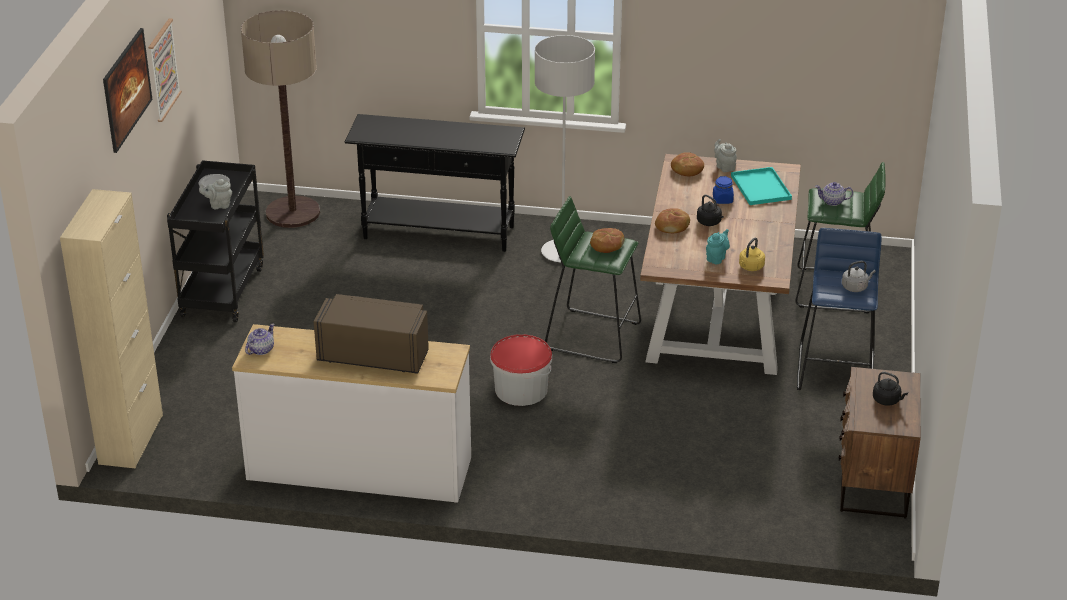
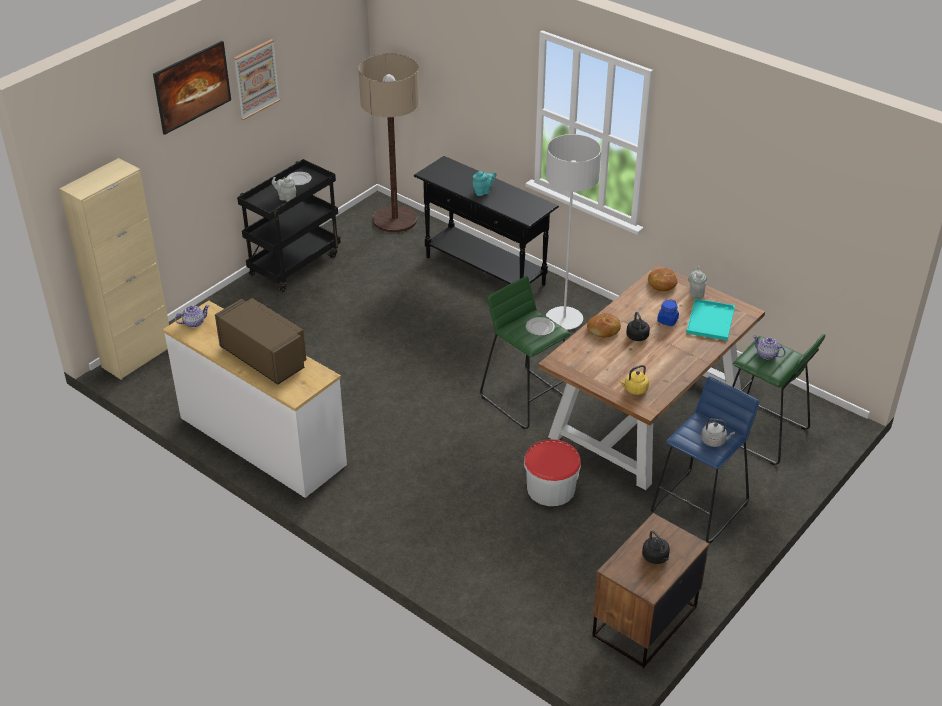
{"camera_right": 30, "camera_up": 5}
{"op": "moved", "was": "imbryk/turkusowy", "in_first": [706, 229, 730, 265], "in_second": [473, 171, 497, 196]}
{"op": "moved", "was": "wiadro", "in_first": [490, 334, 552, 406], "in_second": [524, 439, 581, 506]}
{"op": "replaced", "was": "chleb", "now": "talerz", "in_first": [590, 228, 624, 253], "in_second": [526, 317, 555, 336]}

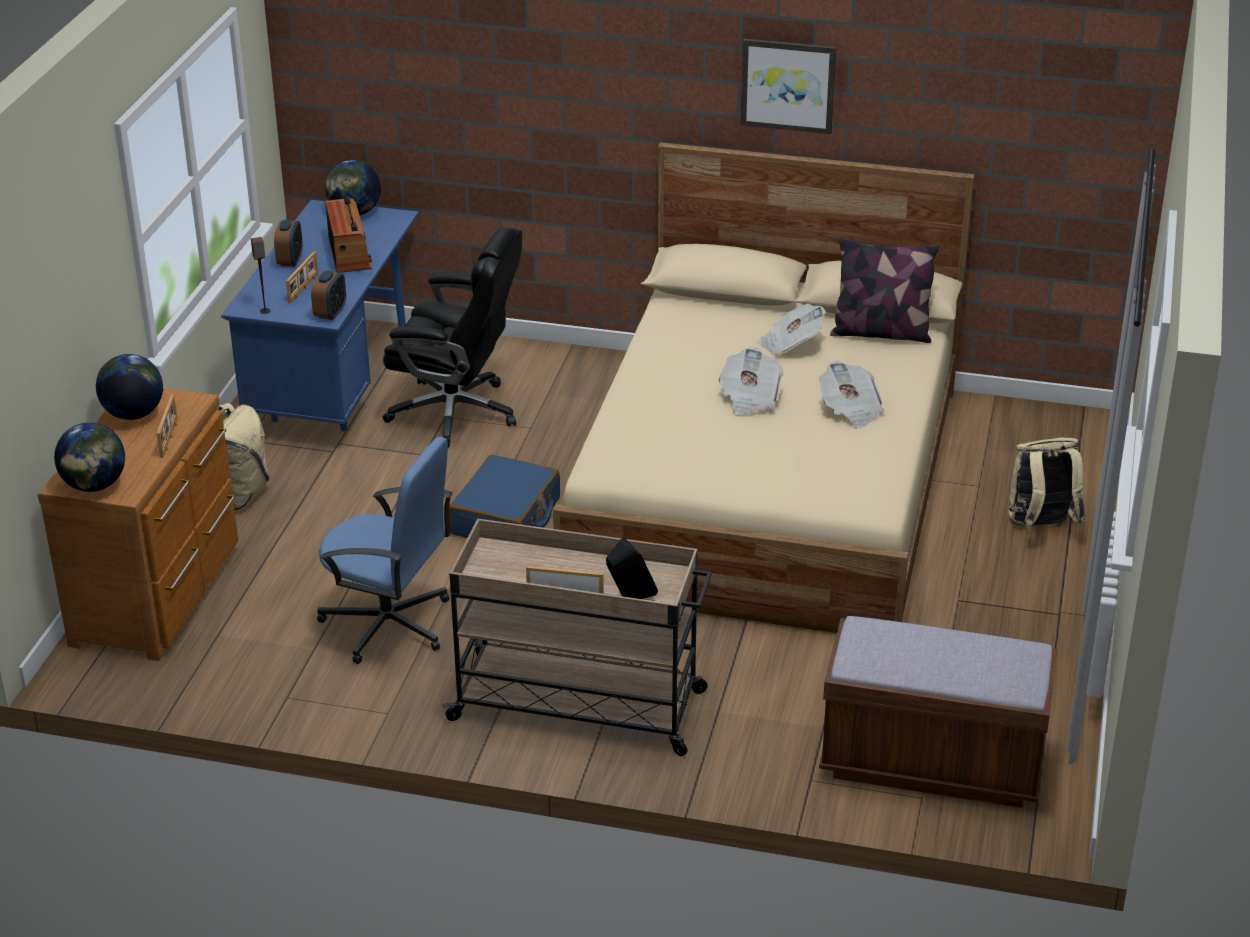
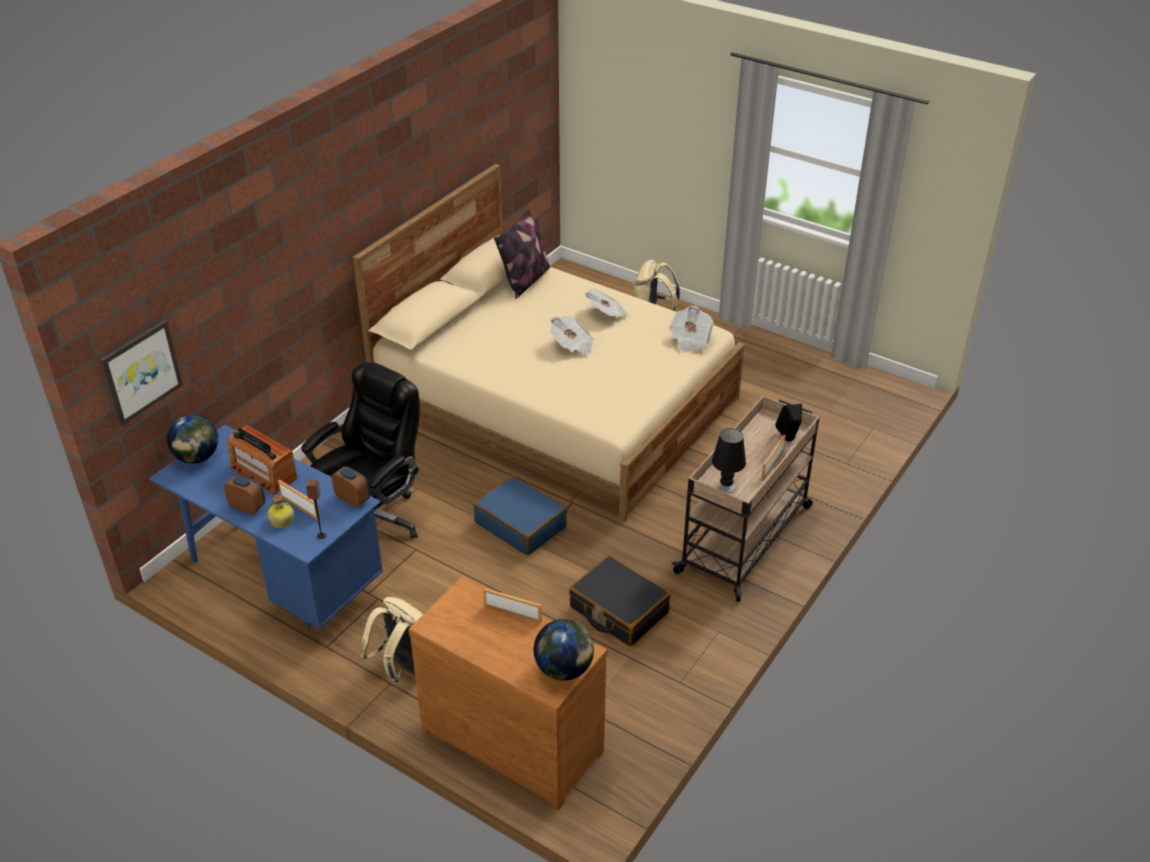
{"camera_right": -70, "camera_up": 5}
{"op": "moved", "was": "obraz", "in_first": [741, 39, 836, 134], "in_second": [100, 320, 183, 426]}
{"op": "turned", "was": "radio", "in_first": [325, 192, 372, 273], "in_second": [227, 425, 297, 494], "clockwise": -150}
{"op": "added", "now": "butelka", "in_second": [267, 495, 294, 528]}
{"op": "replaced", "was": "krzesło biurowe/niebieski", "now": "walizka/czarny", "in_first": [317, 437, 452, 664], "in_second": [569, 555, 670, 647]}
{"op": "moved", "was": "gazeta", "in_first": [757, 303, 826, 355], "in_second": [670, 306, 714, 353]}
{"op": "added", "now": "lampa stołowa/czarny", "in_second": [712, 428, 746, 494]}
{"op": "removed", "was": "globus", "in_first": [96, 354, 164, 420]}
{"op": "removed", "was": "ławka/brązowy", "in_first": [819, 616, 1057, 808]}

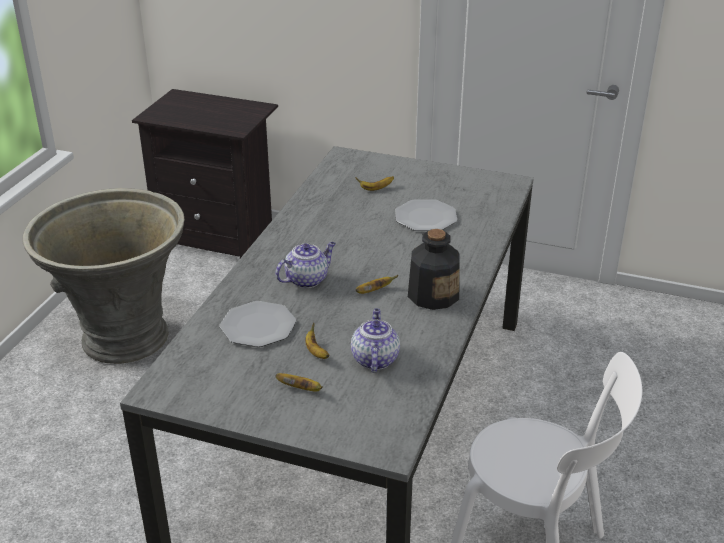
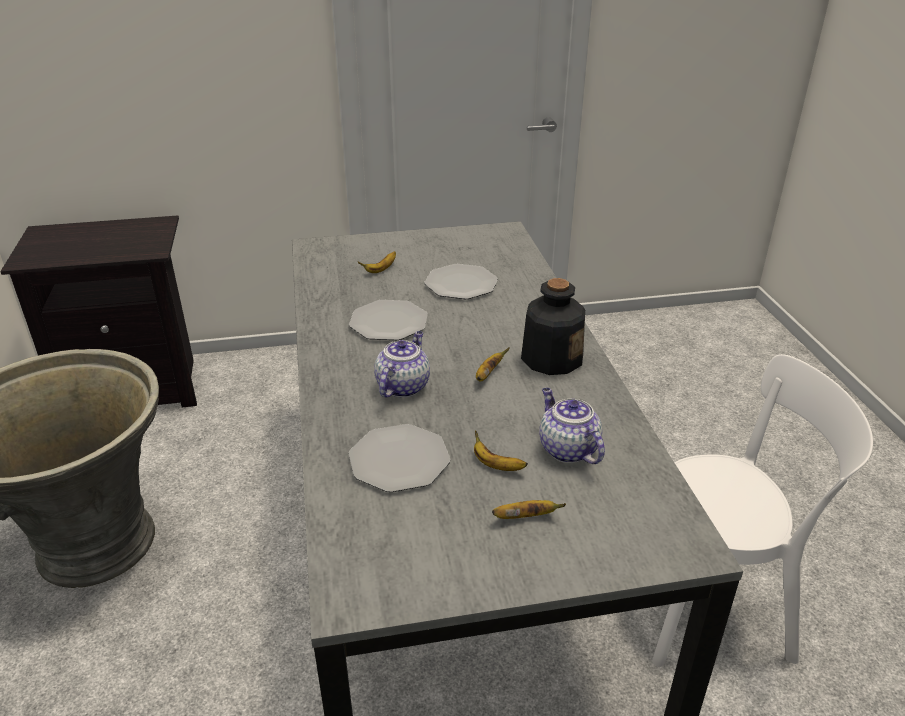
{"camera_right": -30, "camera_up": 0}
{"op": "added", "now": "talerz", "in_second": [349, 300, 428, 340]}

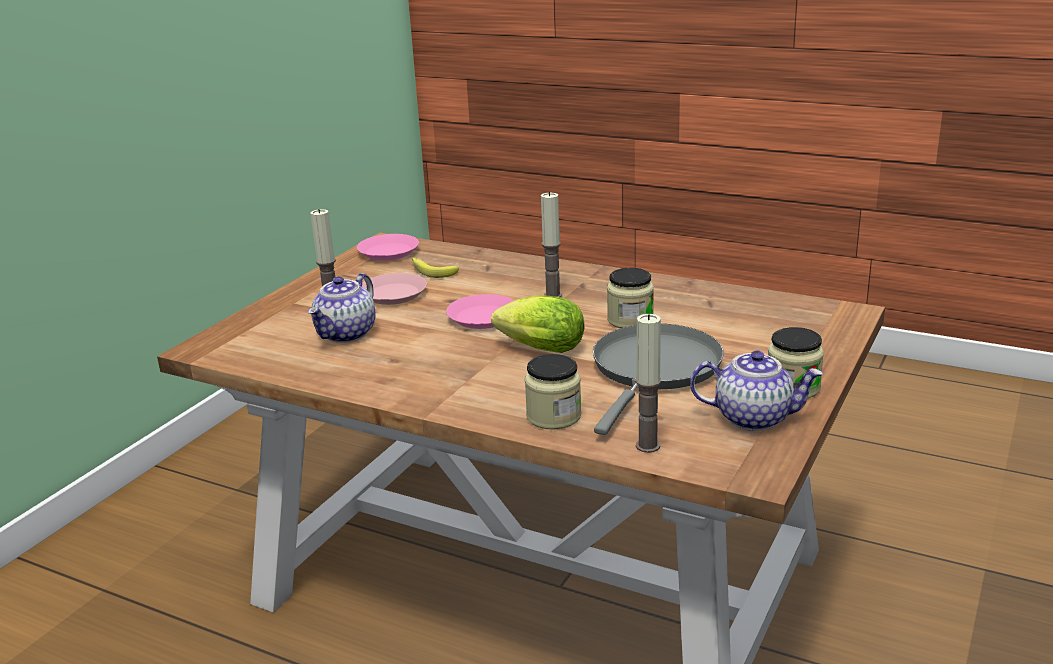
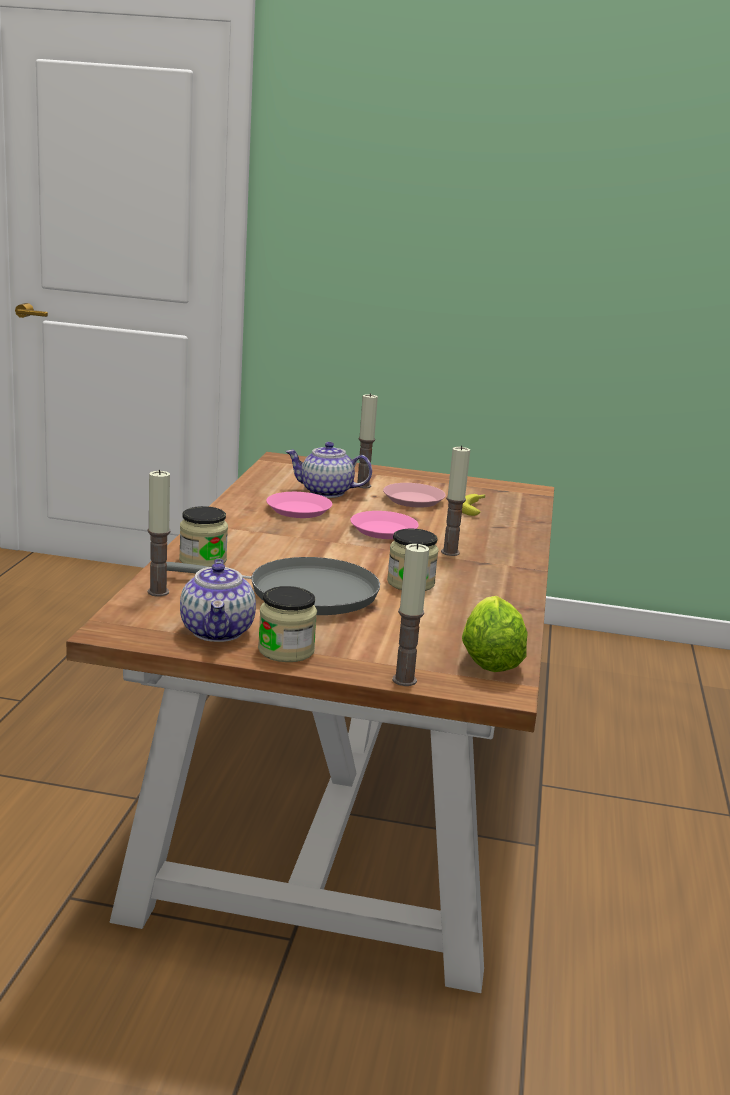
{"camera_right": 70, "camera_up": -5}
{"op": "moved", "was": "talerz/różowy", "in_first": [357, 234, 419, 261], "in_second": [266, 492, 332, 518]}
{"op": "added", "now": "świeca", "in_second": [392, 543, 429, 686]}
{"op": "moved", "was": "sałata", "in_first": [491, 295, 584, 353], "in_second": [462, 596, 528, 672]}

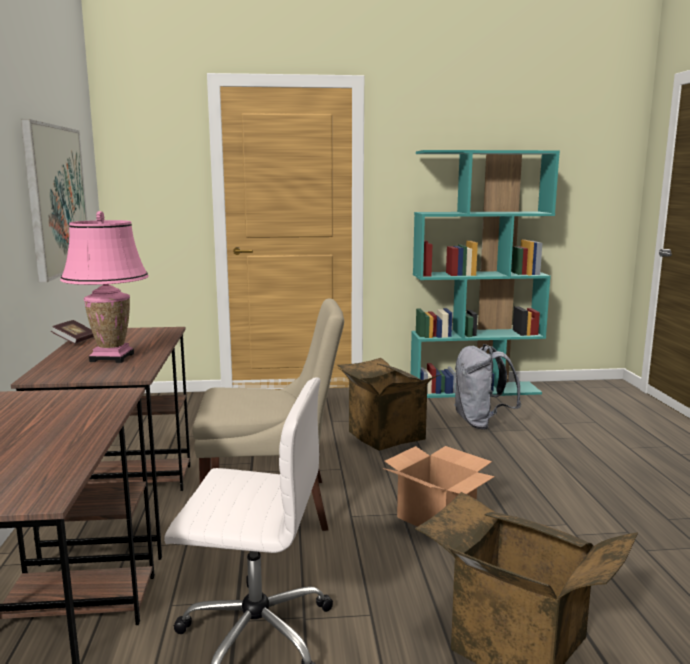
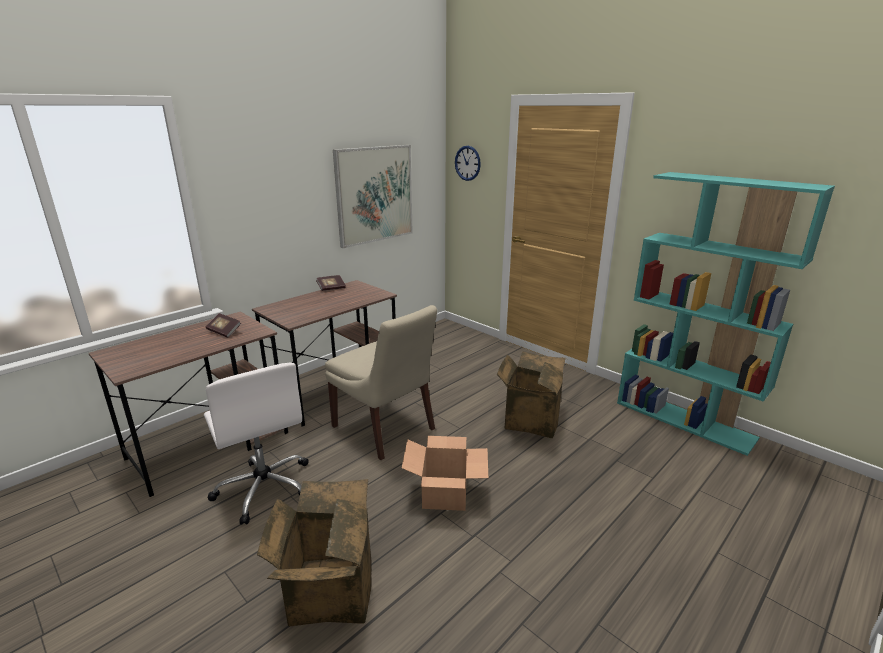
{"camera_right": 50, "camera_up": 10}
{"op": "added", "now": "książka", "in_second": [206, 313, 241, 338]}
{"op": "added", "now": "zegar ścienny", "in_second": [455, 146, 481, 181]}
{"op": "removed", "was": "lampa stołowa/różowy", "in_first": [60, 211, 149, 363]}
{"op": "removed", "was": "plecak/szary", "in_first": [454, 344, 521, 430]}

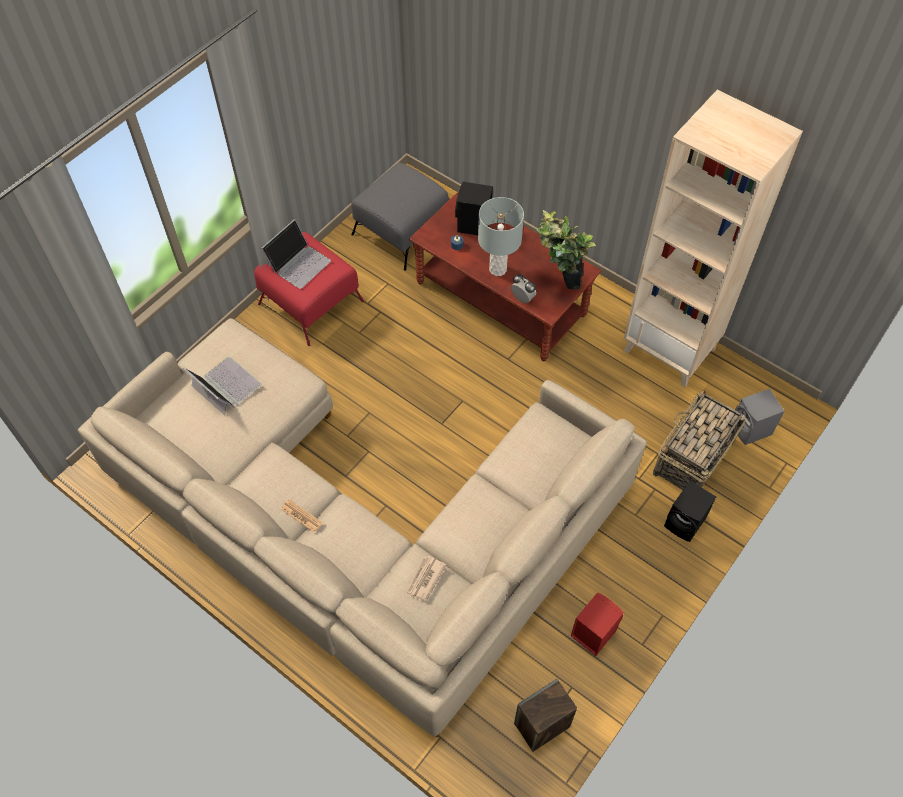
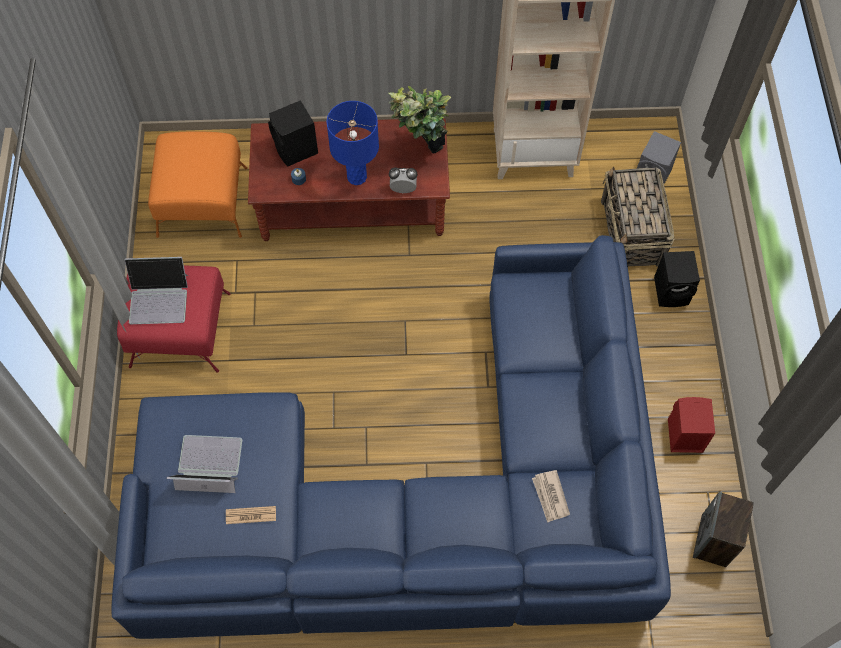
{"camera_right": -40, "camera_up": 5}
{"op": "recoloured", "was": "kanapa/beżowy", "now": "kanapa/niebieski", "in_first": [78, 318, 647, 737], "in_second": [112, 235, 671, 639]}
{"op": "turned", "was": "laptop", "in_first": [262, 219, 331, 289], "in_second": [125, 257, 188, 324], "clockwise": 90}
{"op": "recoloured", "was": "pufa/szary", "now": "pufa/pomarańczowy", "in_first": [351, 163, 449, 271], "in_second": [148, 132, 248, 238]}
{"op": "moved", "was": "gazeta", "in_first": [281, 499, 323, 533], "in_second": [226, 506, 276, 524]}
{"op": "recoloured", "was": "lampa stołowa/szary", "now": "lampa stołowa/niebieski", "in_first": [478, 197, 524, 276], "in_second": [327, 101, 379, 185]}

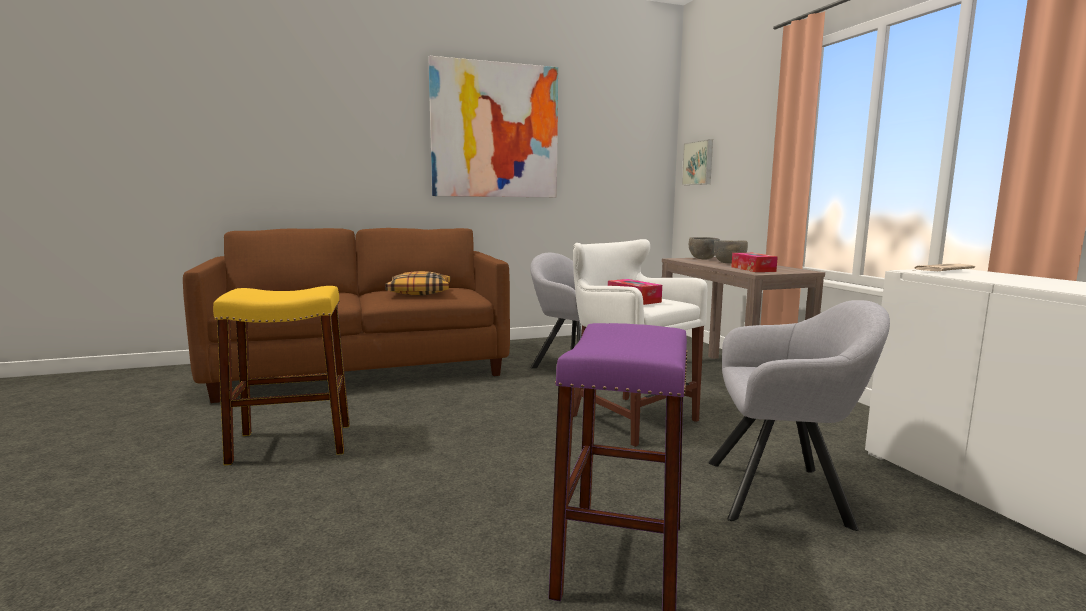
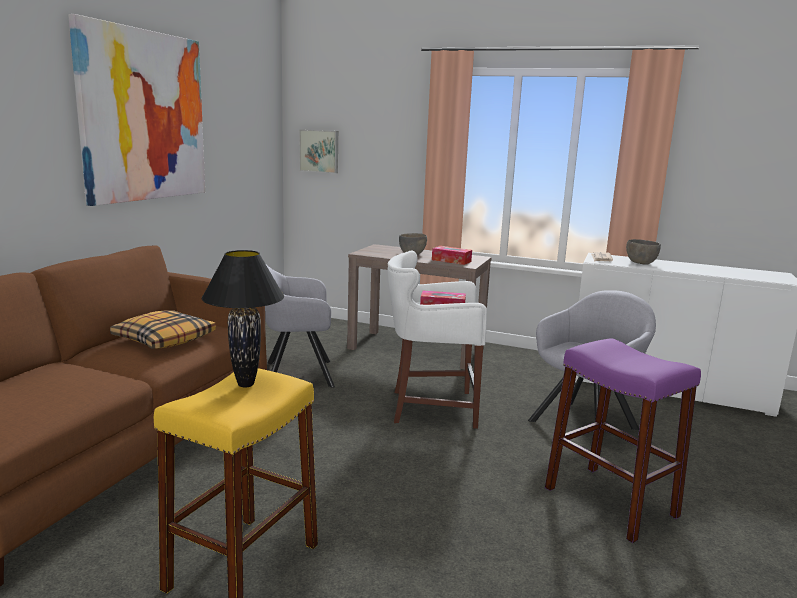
{"camera_right": -50, "camera_up": 5}
{"op": "added", "now": "lampa stołowa/czarny", "in_second": [201, 250, 284, 388]}
{"op": "moved", "was": "miska/szary", "in_first": [689, 237, 720, 260], "in_second": [626, 239, 661, 265]}

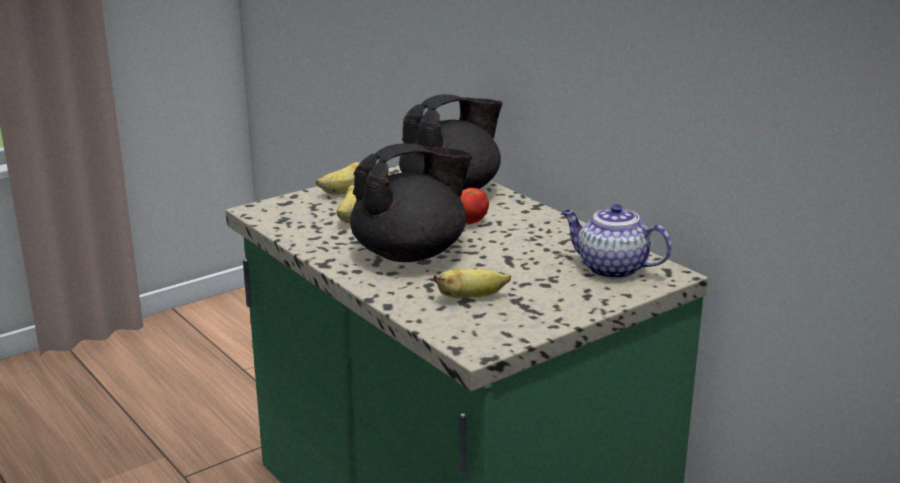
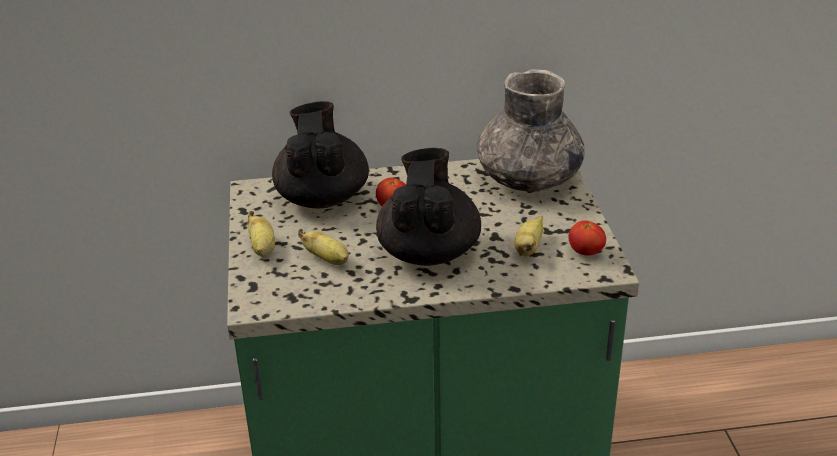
{"camera_right": -60, "camera_up": 10}
{"op": "replaced", "was": "imbryk", "now": "wazon/szary", "in_first": [562, 204, 672, 279], "in_second": [477, 69, 585, 192]}
{"op": "added", "now": "pomidor", "in_second": [568, 220, 606, 256]}

